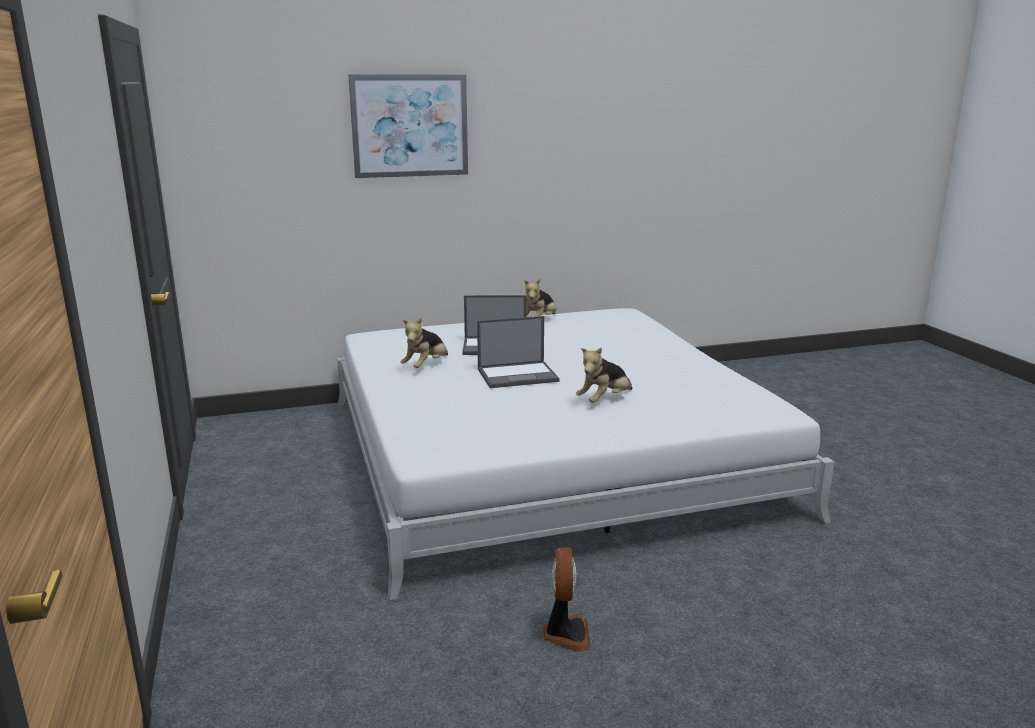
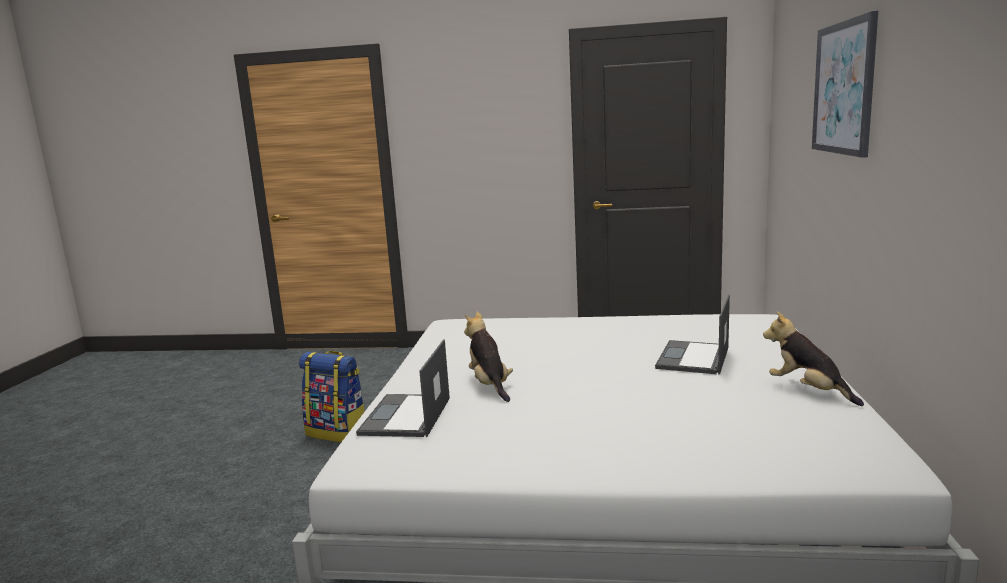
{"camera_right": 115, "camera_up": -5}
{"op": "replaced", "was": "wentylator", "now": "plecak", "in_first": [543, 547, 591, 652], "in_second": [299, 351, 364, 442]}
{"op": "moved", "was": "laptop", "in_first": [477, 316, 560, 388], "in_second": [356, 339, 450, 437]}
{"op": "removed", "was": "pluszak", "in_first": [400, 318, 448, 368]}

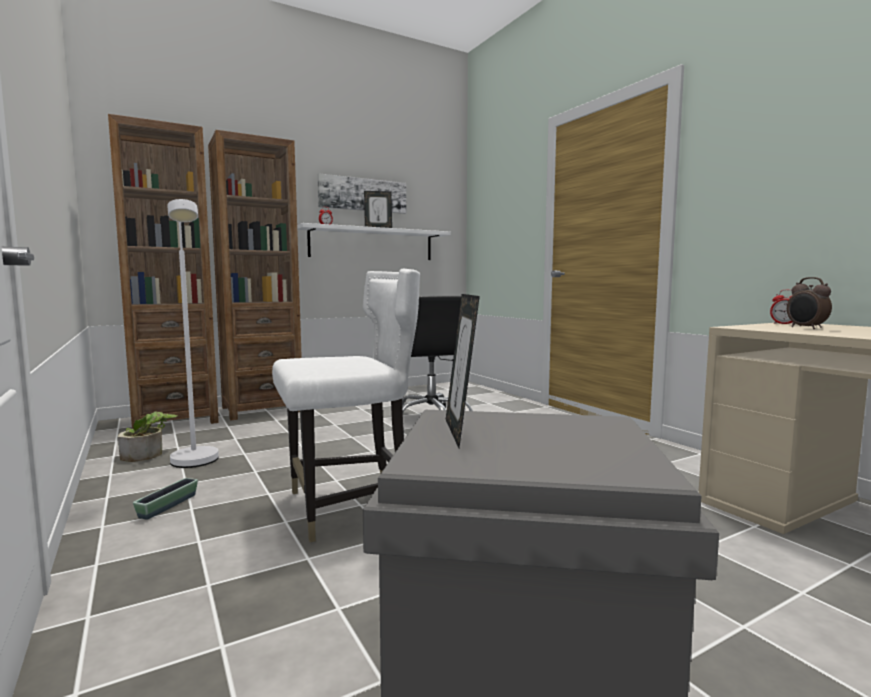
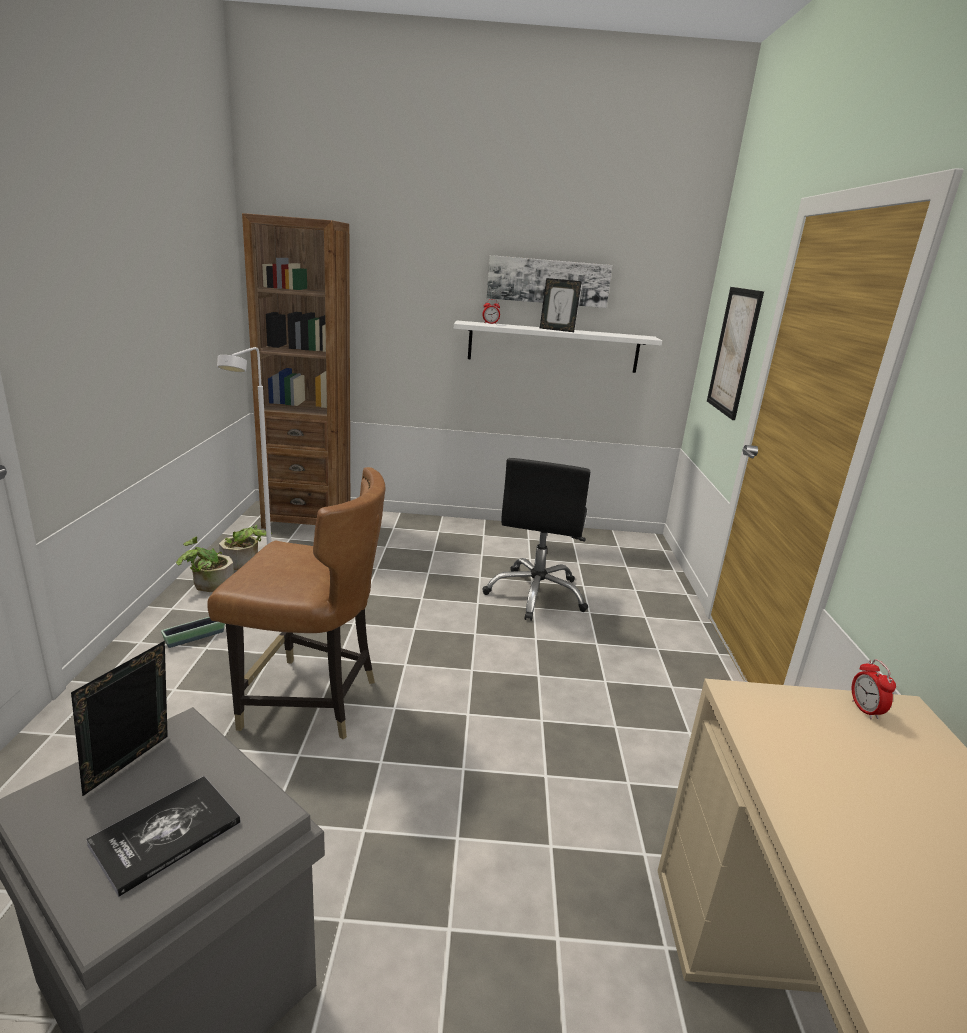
{"camera_right": 30, "camera_up": 15}
{"op": "added", "now": "książka", "in_second": [86, 776, 240, 897]}
{"op": "added", "now": "roślina doniczkowa", "in_second": [176, 537, 234, 592]}
{"op": "recoloured", "was": "krzesło/biały", "now": "krzesło/brązowy", "in_first": [272, 268, 420, 542], "in_second": [207, 467, 386, 740]}
{"op": "added", "now": "obraz", "in_second": [707, 287, 764, 420]}
{"op": "removed", "was": "regał/brązowy", "in_first": [208, 130, 302, 420]}
{"op": "removed", "was": "budzik", "in_first": [787, 277, 832, 329]}

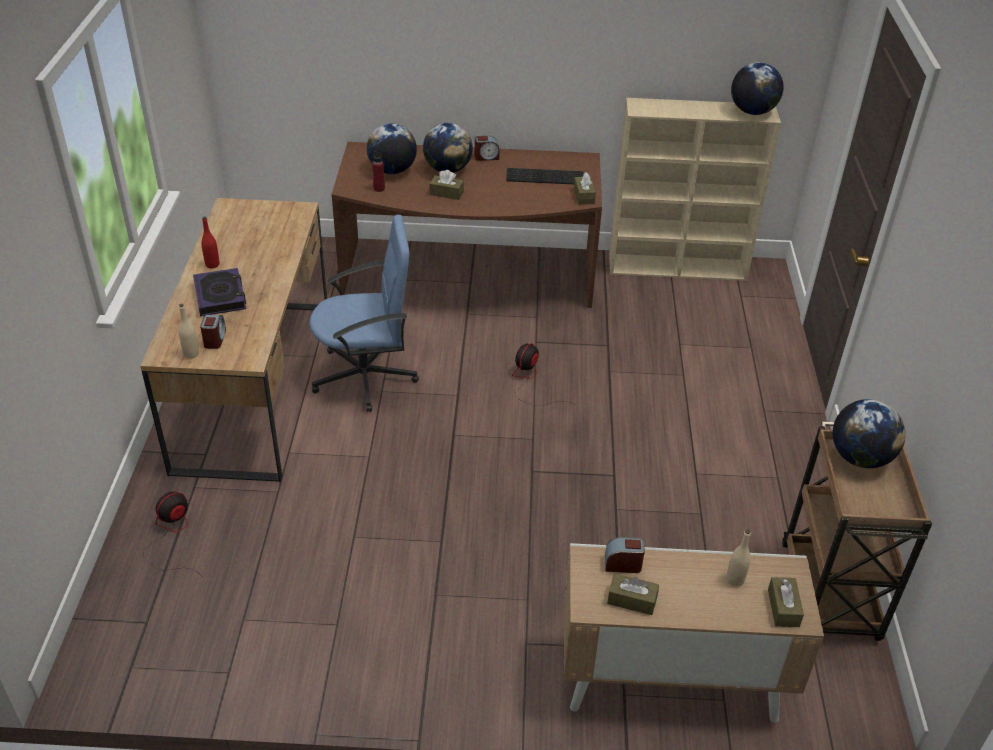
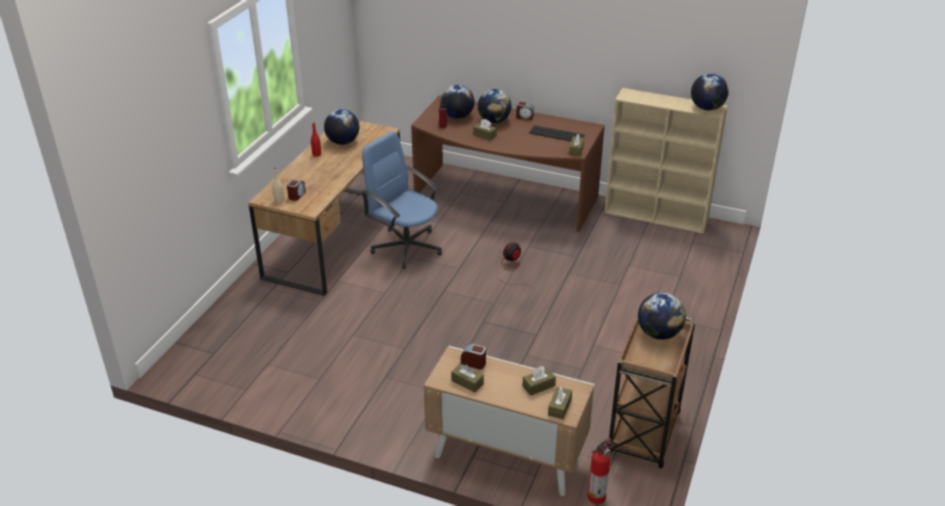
{"camera_right": 20, "camera_up": -5}
{"op": "added", "now": "globus", "in_second": [324, 109, 359, 145]}
{"op": "turned", "was": "krzesło biurowe/niebieski", "in_first": [309, 215, 419, 412], "in_second": [361, 132, 442, 269], "clockwise": -150}
{"op": "replaced", "was": "butelka/beżowy", "now": "pudełko chusteczek/brązowy", "in_first": [726, 530, 751, 586], "in_second": [523, 367, 556, 396]}
{"op": "added", "now": "gaśnica", "in_second": [588, 438, 614, 504]}
{"op": "removed", "was": "wentylator", "in_first": [143, 491, 203, 577]}
{"op": "removed", "was": "książka", "in_first": [193, 268, 246, 316]}

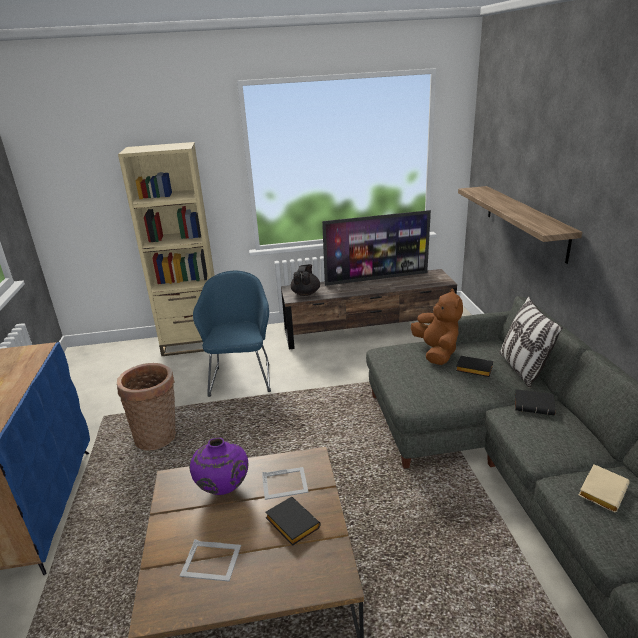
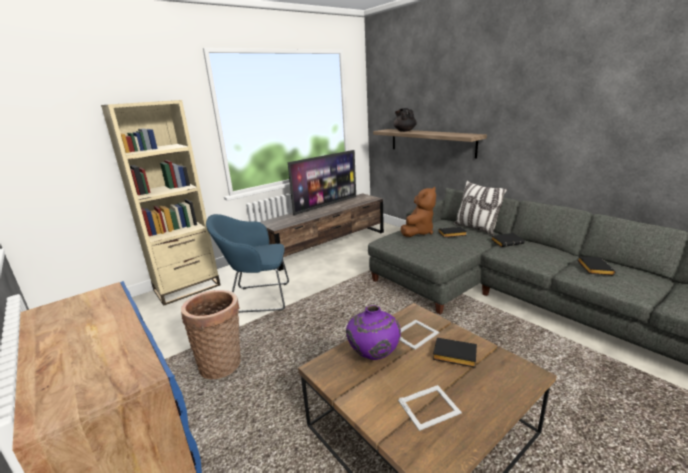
{"camera_right": -30, "camera_up": -5}
{"op": "turned", "was": "fotel/niebieski", "in_first": [193, 271, 271, 397], "in_second": [206, 214, 289, 313], "clockwise": -60}
{"op": "moved", "was": "imbryk/czarny", "in_first": [291, 264, 320, 296], "in_second": [393, 108, 417, 132]}
{"op": "turned", "was": "pluszak/brązowy", "in_first": [411, 289, 463, 365], "in_second": [401, 187, 436, 237], "clockwise": 75}
{"op": "recoloured", "was": "książka/beżowy", "now": "książka/czarny", "in_first": [579, 464, 630, 512], "in_second": [577, 256, 615, 275]}

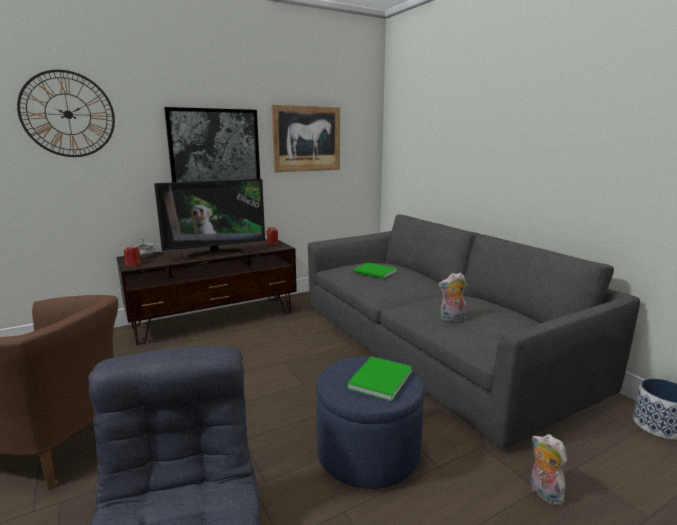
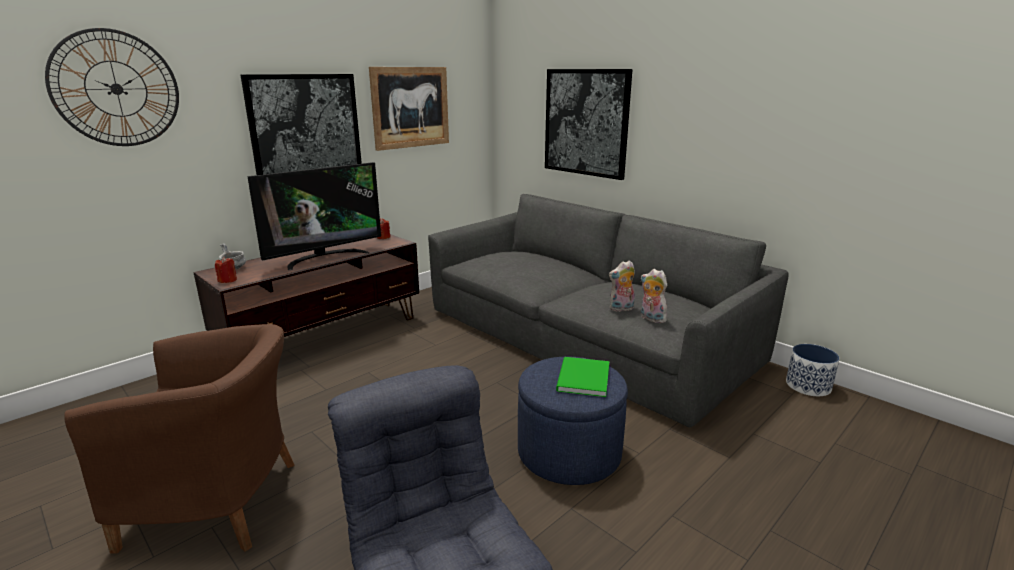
{"camera_right": -15, "camera_up": 5}
{"op": "added", "now": "obraz", "in_second": [545, 69, 633, 180]}
{"op": "moved", "was": "pluszak", "in_first": [531, 434, 567, 505], "in_second": [641, 269, 667, 323]}
{"op": "removed", "was": "książka/zielony", "in_first": [353, 263, 397, 278]}

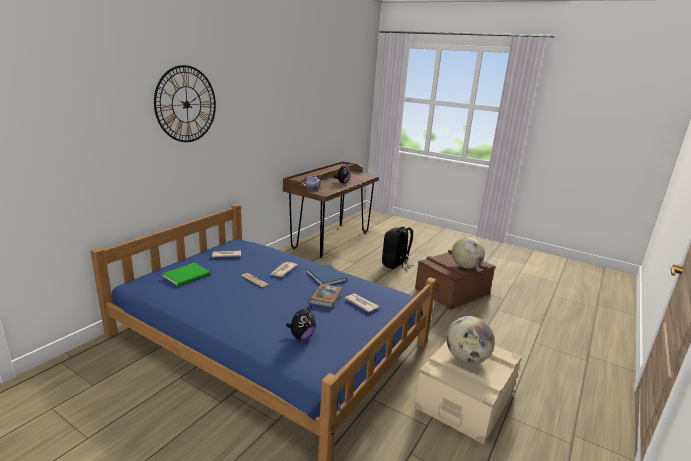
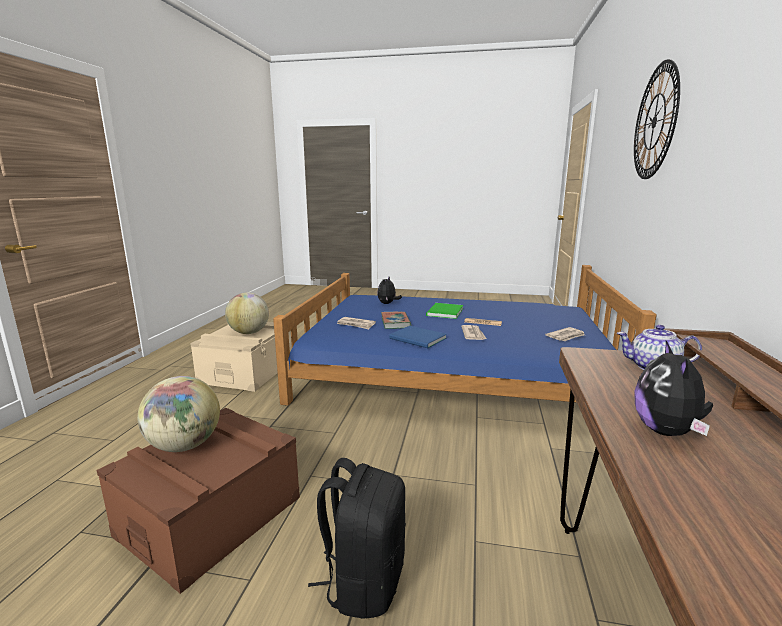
{"camera_right": 160, "camera_up": -5}
{"op": "moved", "was": "książka/zielony", "in_first": [162, 263, 210, 286], "in_second": [426, 303, 463, 319]}

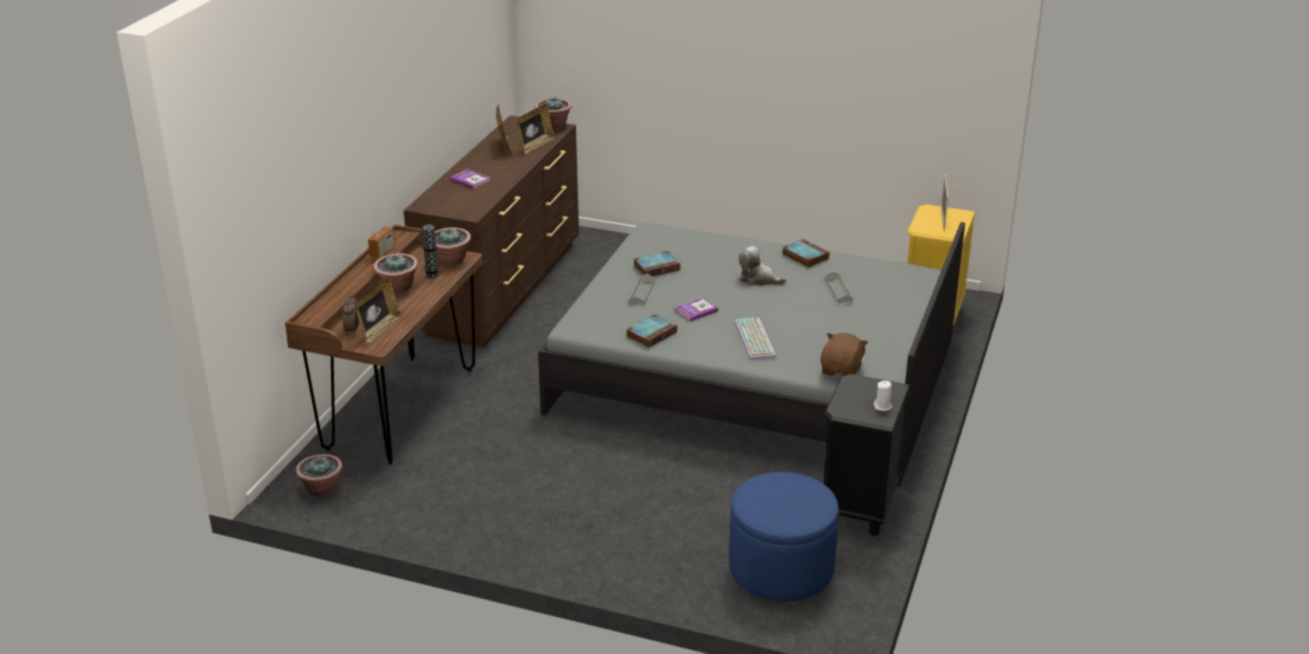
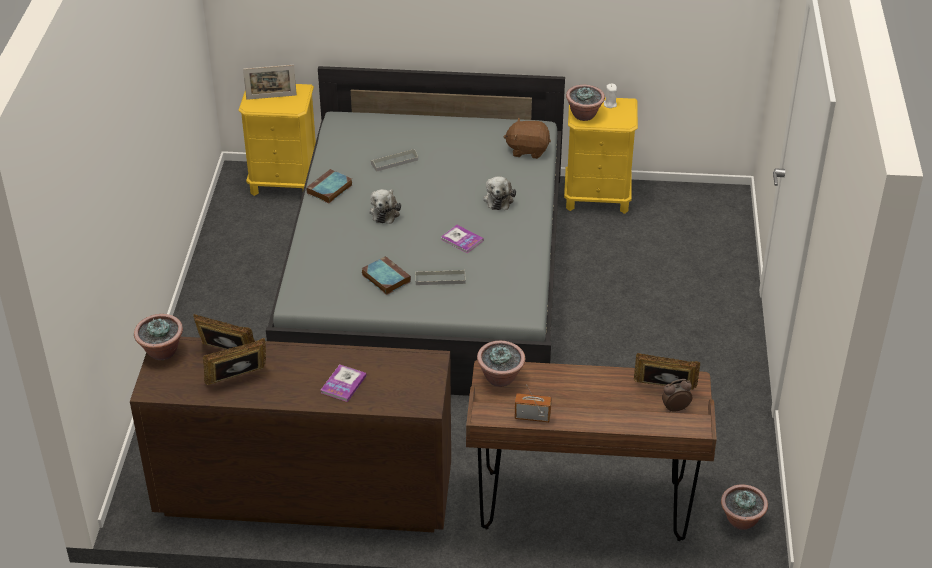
{"camera_right": -105, "camera_up": 10}
{"op": "replaced", "was": "klawiatura", "now": "pluszak", "in_first": [734, 317, 776, 360], "in_second": [483, 176, 516, 210]}
{"op": "recoloured", "was": "szafka nocna/czarny", "now": "szafka nocna/żółty", "in_first": [823, 374, 910, 536], "in_second": [564, 97, 638, 214]}
{"op": "moved", "was": "roślina doniczkowa", "in_first": [374, 253, 418, 293], "in_second": [566, 85, 605, 121]}
{"op": "removed", "was": "wazon", "in_first": [422, 225, 439, 278]}
{"op": "removed", "was": "książka", "in_first": [626, 314, 677, 348]}
{"op": "removed", "was": "pufa/niebieski", "in_first": [729, 472, 839, 601]}

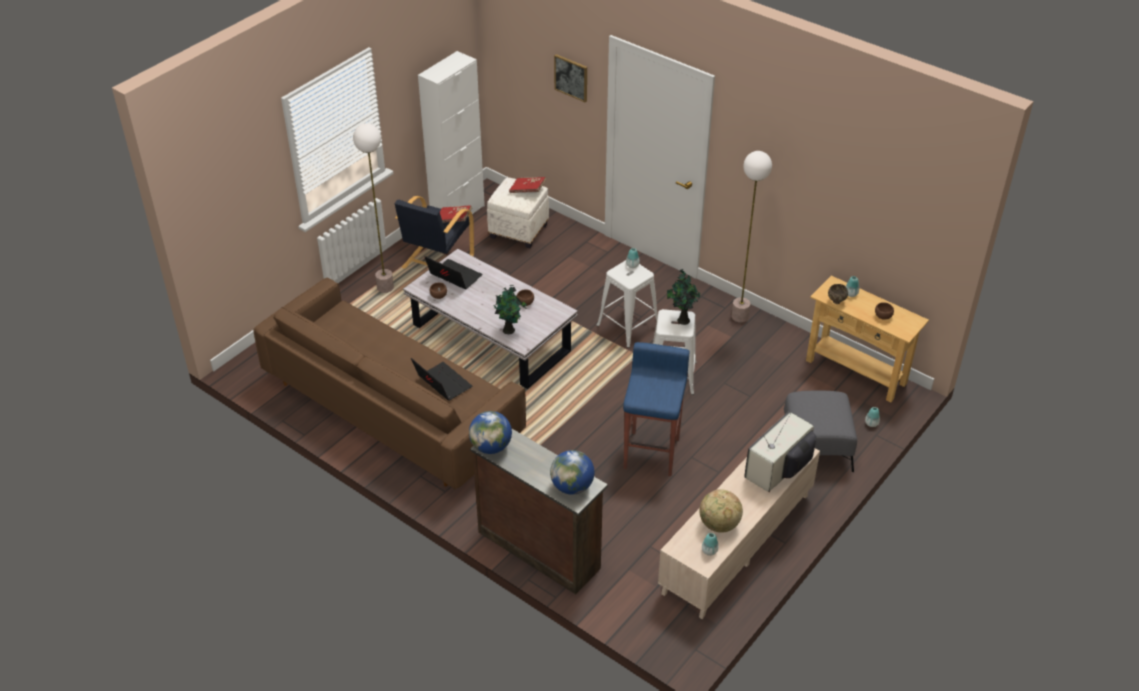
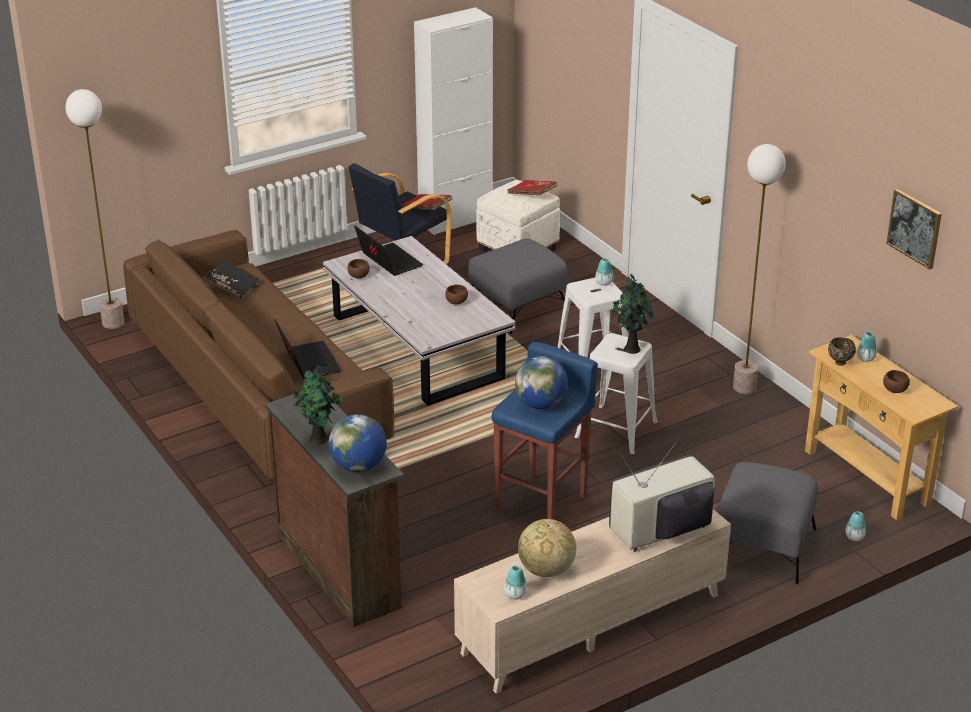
{"camera_right": 20, "camera_up": -10}
{"op": "moved", "was": "lampa stojąca", "in_first": [353, 123, 394, 293], "in_second": [65, 89, 124, 329]}
{"op": "added", "now": "książka/czarny", "in_second": [205, 260, 260, 299]}
{"op": "moved", "was": "roślina doniczkowa", "in_first": [494, 285, 527, 334], "in_second": [294, 364, 343, 445]}
{"op": "added", "now": "pufa/szary", "in_second": [468, 238, 570, 334]}
{"op": "moved", "was": "globus", "in_first": [469, 411, 512, 454], "in_second": [515, 356, 568, 409]}
{"op": "moved", "was": "obraz", "in_first": [554, 54, 587, 102], "in_second": [886, 189, 942, 270]}

